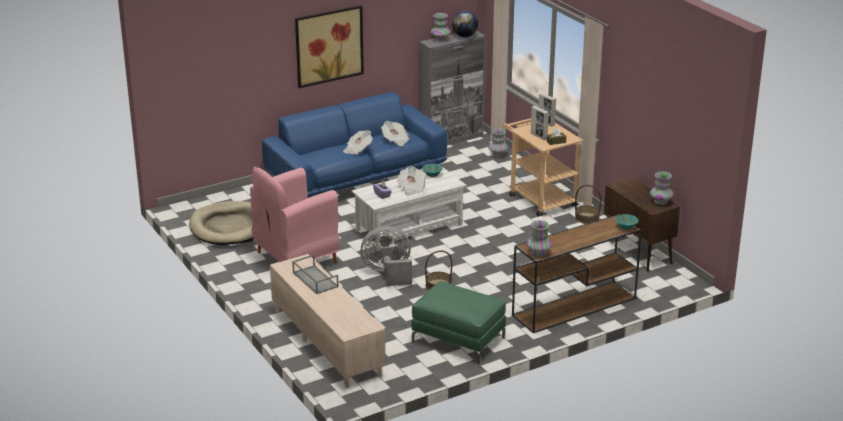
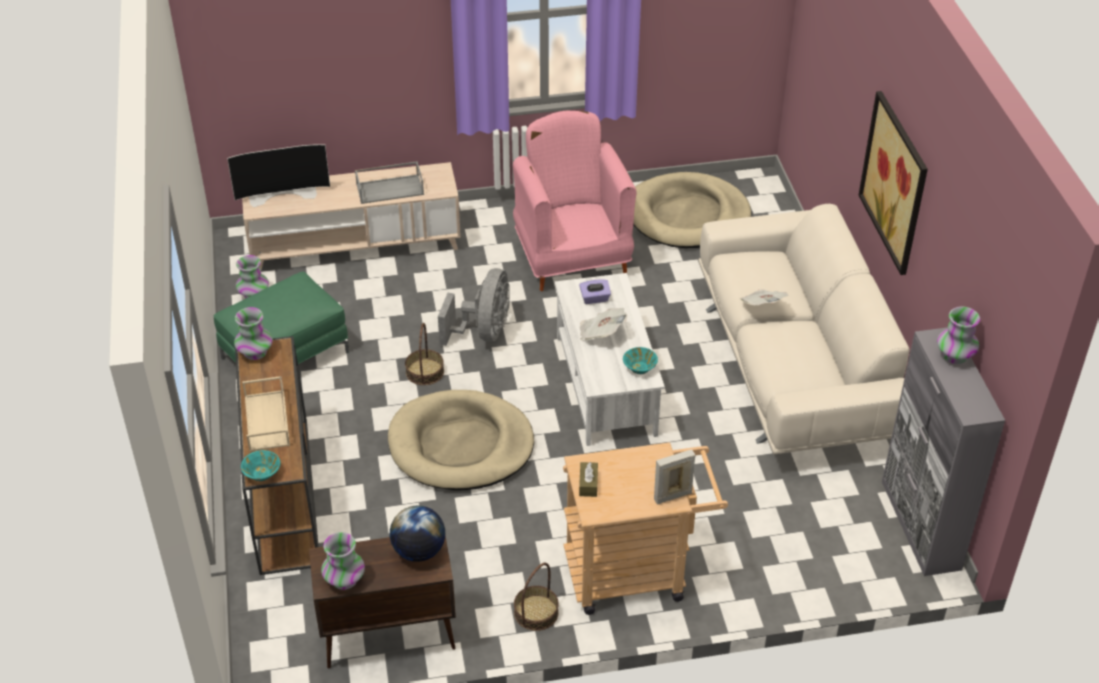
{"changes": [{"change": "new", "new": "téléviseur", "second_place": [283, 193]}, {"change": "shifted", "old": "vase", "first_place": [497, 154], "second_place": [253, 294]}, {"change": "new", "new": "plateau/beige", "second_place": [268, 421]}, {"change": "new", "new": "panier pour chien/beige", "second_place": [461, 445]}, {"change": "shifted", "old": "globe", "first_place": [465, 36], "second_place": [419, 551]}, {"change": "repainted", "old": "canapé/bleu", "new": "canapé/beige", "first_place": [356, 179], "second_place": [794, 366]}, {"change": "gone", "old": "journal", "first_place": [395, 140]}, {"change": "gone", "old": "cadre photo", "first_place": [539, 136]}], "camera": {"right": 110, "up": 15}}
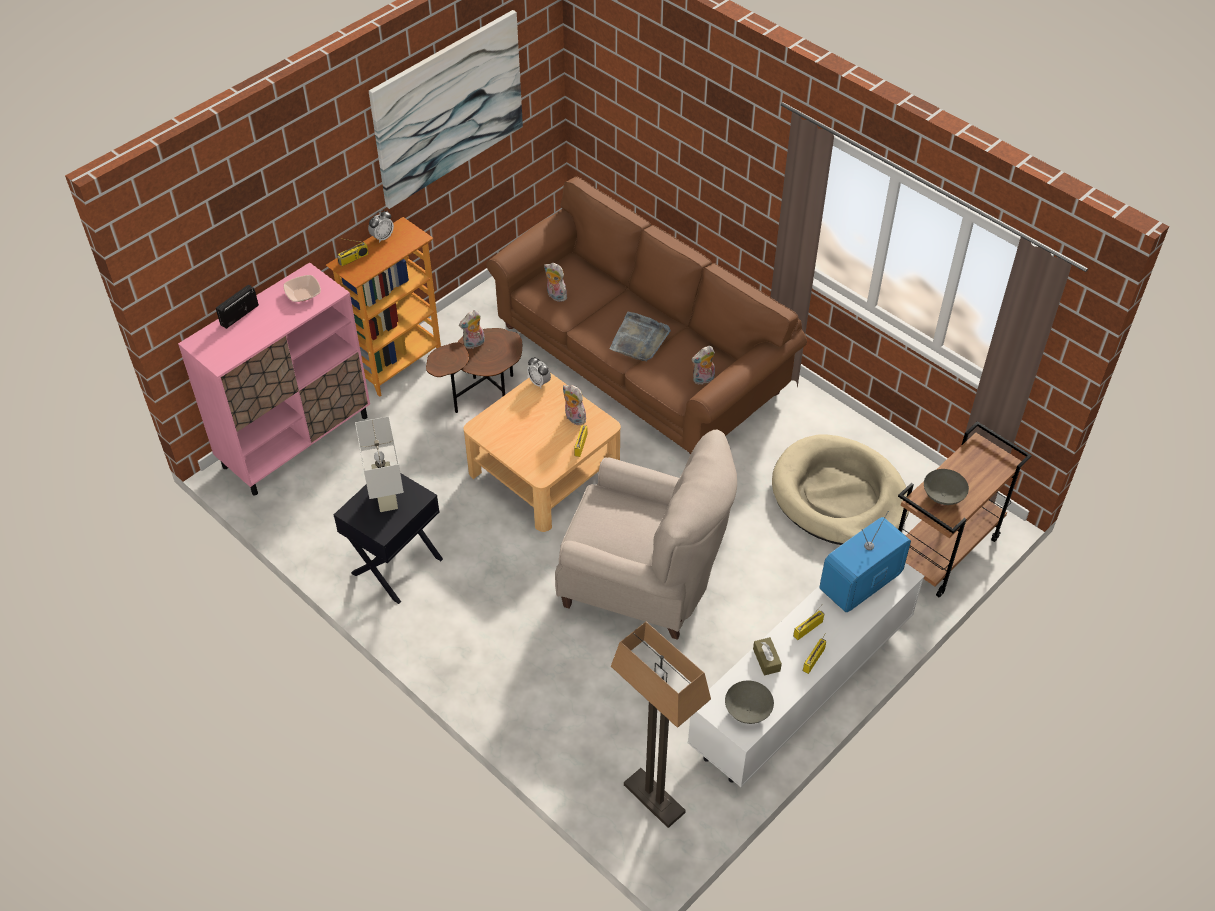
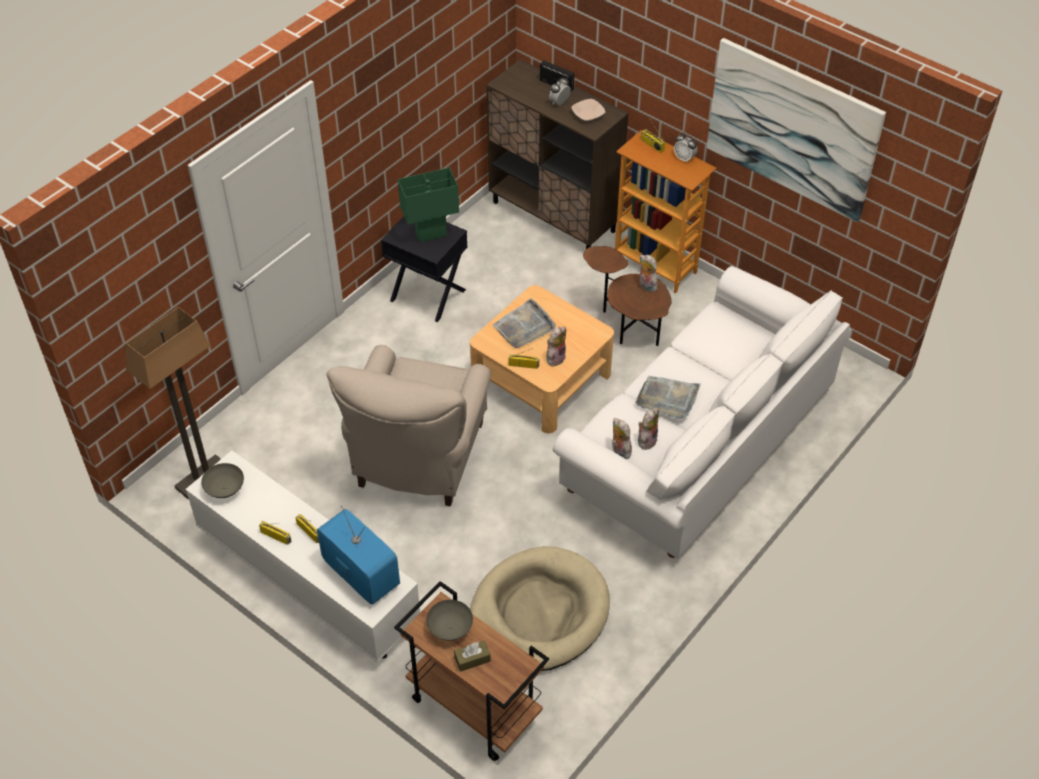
{"changes": [{"change": "repainted", "old": "lampe de table/blanc", "new": "lampe de table/vert", "first_place": [386, 497], "second_place": [431, 234]}, {"change": "shifted", "old": "boîte à mouchoirs/marron", "first_place": [766, 660], "second_place": [472, 659]}, {"change": "repainted", "old": "meuble de rangement/rose", "new": "meuble de rangement/marron", "first_place": [296, 441], "second_place": [554, 216]}, {"change": "new", "new": "plateau/gris", "second_place": [524, 327]}, {"change": "shifted", "old": "réveil", "first_place": [539, 382], "second_place": [559, 103]}, {"change": "repainted", "old": "canapé/marron", "new": "canapé/blanc", "first_place": [640, 360], "second_place": [697, 440]}, {"change": "shifted", "old": "peluche", "first_place": [555, 296], "second_place": [646, 440]}], "camera": {"right": 85, "up": 0}}
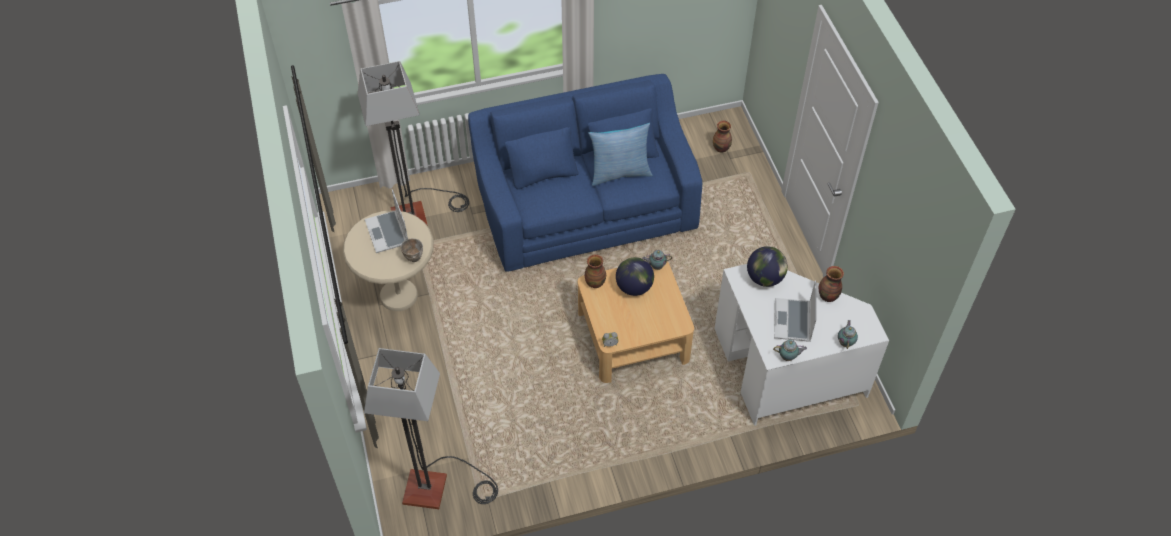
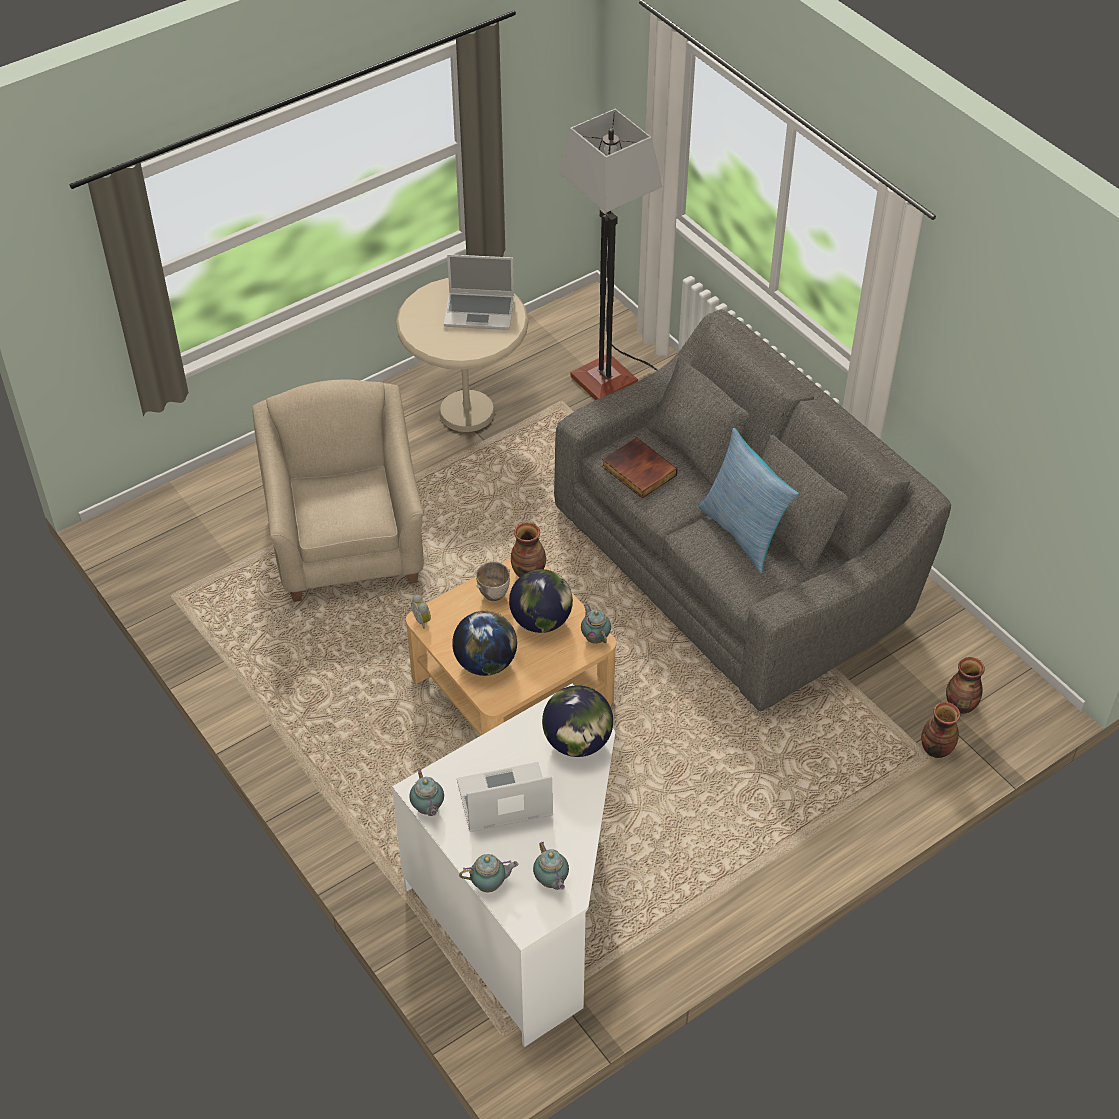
{"changes": [{"change": "new", "new": "fauteuil/beige", "second_place": [347, 543]}, {"change": "rotated", "old": "ordinateur portable", "first_place": [388, 233], "second_place": [480, 311], "degrees": -135}, {"change": "new", "new": "globe", "second_place": [485, 663]}, {"change": "shifted", "old": "bol", "first_place": [414, 257], "second_place": [495, 594]}, {"change": "new", "new": "théière", "second_place": [551, 882]}, {"change": "repainted", "old": "canapé/bleu", "new": "canapé/gris", "first_place": [585, 205], "second_place": [735, 562]}, {"change": "new", "new": "livre", "second_place": [637, 471]}, {"change": "shifted", "old": "vase", "first_place": [827, 296], "second_place": [935, 749]}, {"change": "gone", "old": "lampadaire", "first_place": [439, 488]}], "camera": {"right": 70, "up": -5}}
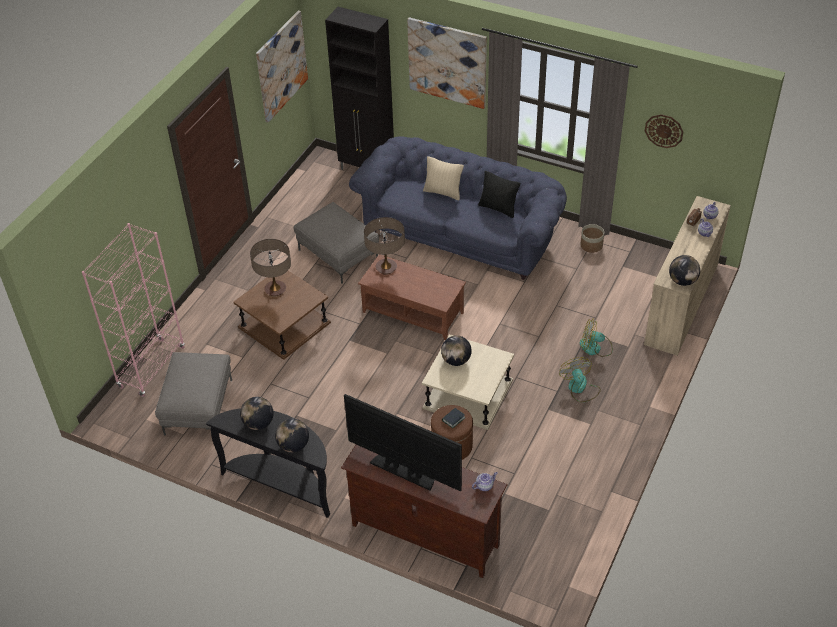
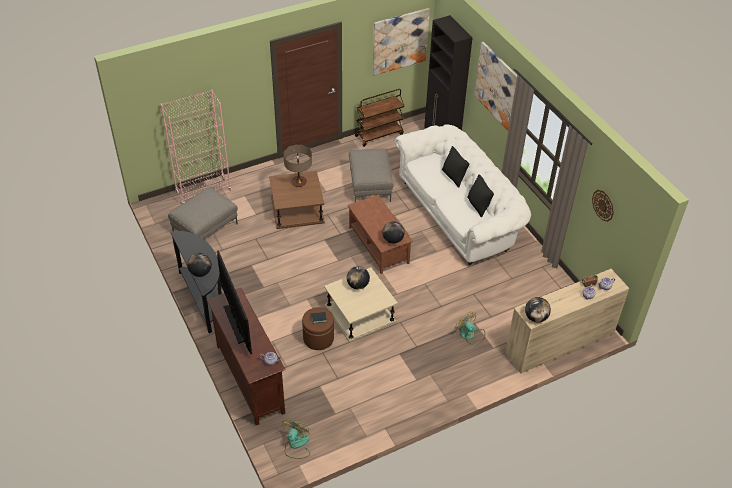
{"changes": [{"change": "shifted", "old": "ventilateur", "first_place": [580, 388], "second_place": [296, 445]}, {"change": "new", "new": "chariot/marron", "second_place": [379, 135]}, {"change": "shifted", "old": "globe", "first_place": [258, 423], "second_place": [393, 240]}, {"change": "repainted", "old": "canapé/bleu", "new": "canapé/blanc", "first_place": [461, 233], "second_place": [460, 213]}, {"change": "repainted", "old": "coussin/beige", "new": "coussin/noir", "first_place": [443, 192], "second_place": [453, 177]}, {"change": "gone", "old": "lampe de table", "first_place": [386, 268]}, {"change": "gone", "old": "cache-pot", "first_place": [591, 245]}], "camera": {"right": 35, "up": 0}}
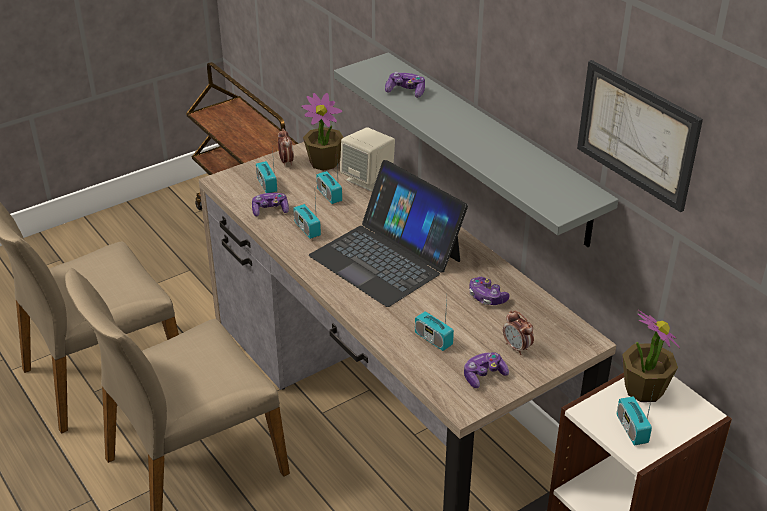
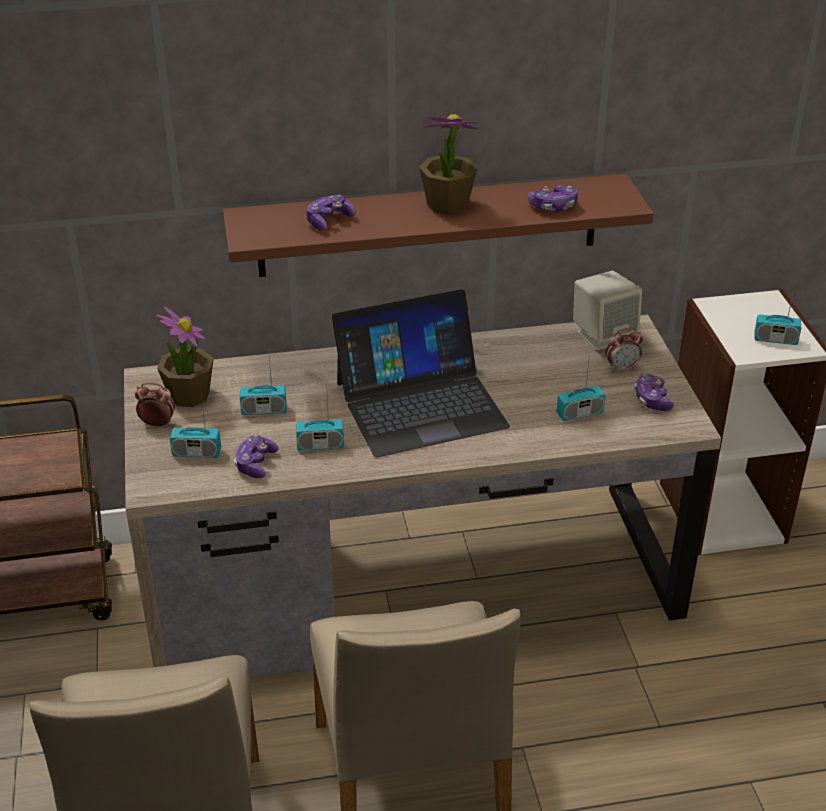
{"changes": [{"change": "repainted", "old": "étagère/gris", "new": "étagère/marron", "first_place": [489, 147], "second_place": [429, 225]}, {"change": "shifted", "old": "plante en pot", "first_place": [643, 389], "second_place": [447, 204]}, {"change": "shifted", "old": "manette", "first_place": [486, 297], "second_place": [553, 206]}, {"change": "shifted", "old": "enceinte/beige", "first_place": [368, 179], "second_place": [603, 335]}, {"change": "gone", "old": "tableau", "first_place": [637, 134]}], "camera": {"right": -65, "up": 0}}
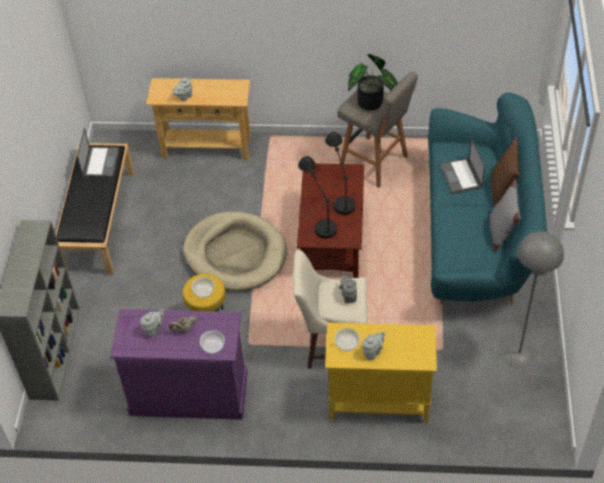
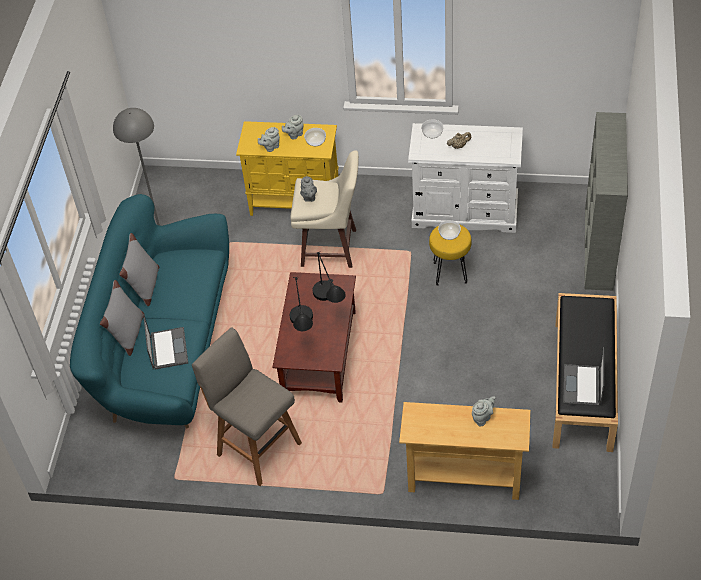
{"changes": [{"change": "repainted", "old": "coussin/marron", "new": "coussin/gris", "first_place": [502, 188], "second_place": [128, 335]}, {"change": "shifted", "old": "théière/gris", "first_place": [154, 329], "second_place": [270, 147]}, {"change": "repainted", "old": "commode/violet", "new": "commode/blanc", "first_place": [188, 393], "second_place": [465, 212]}, {"change": "gone", "old": "panier pour chien/beige", "first_place": [235, 254]}, {"change": "gone", "old": "plante en pot", "first_place": [371, 104]}], "camera": {"right": -175, "up": 0}}
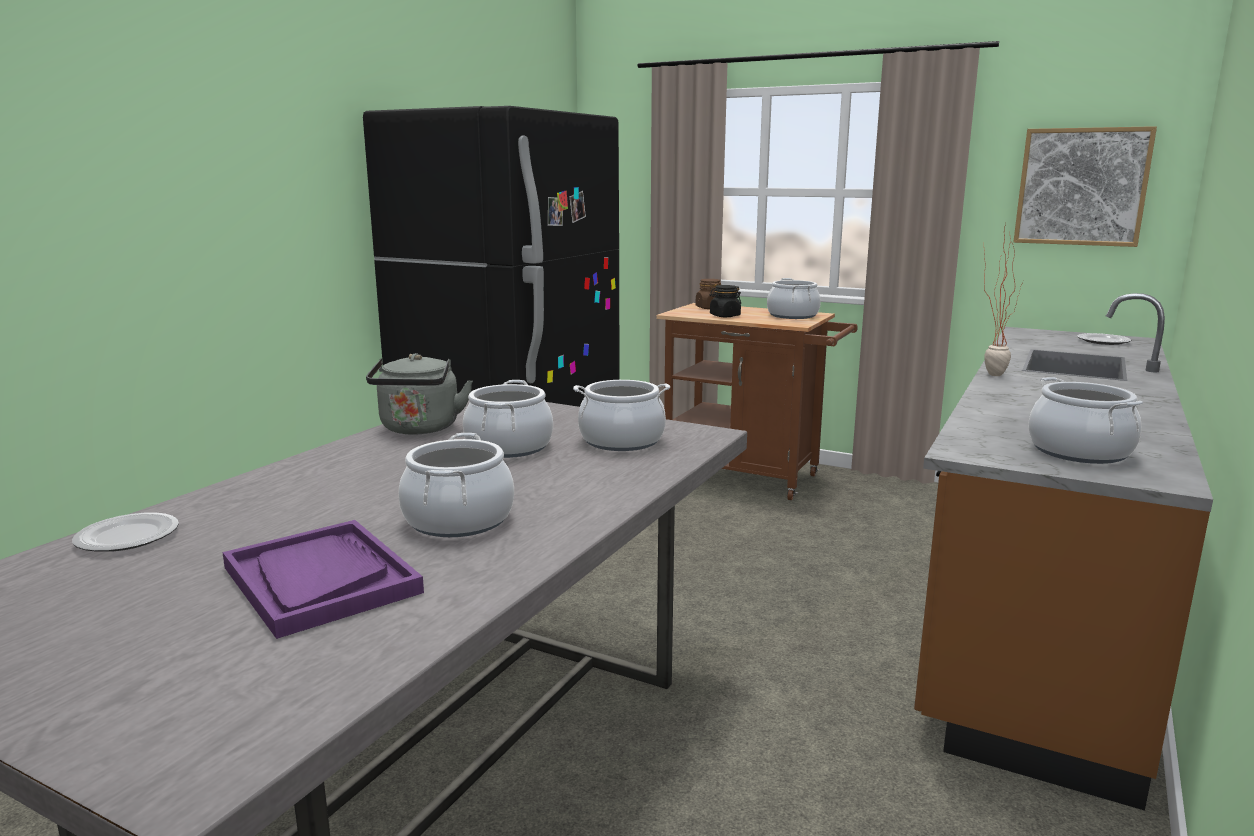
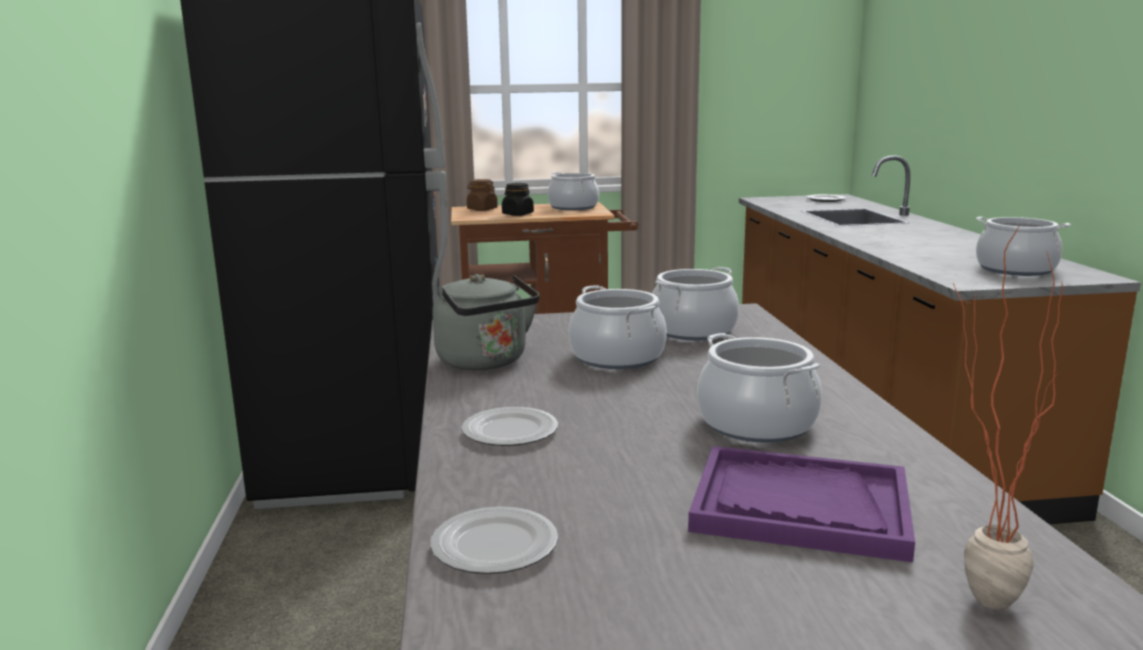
{"changes": [{"change": "new", "new": "assiette", "second_place": [511, 432]}, {"change": "shifted", "old": "plante en pot", "first_place": [989, 373], "second_place": [970, 596]}, {"change": "gone", "old": "tableau", "first_place": [1081, 187]}], "camera": {"right": -35, "up": 0}}
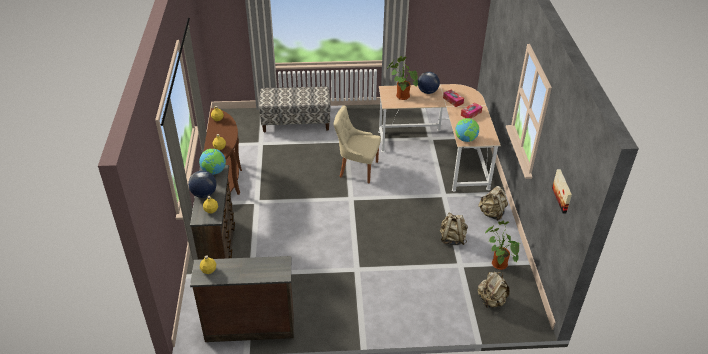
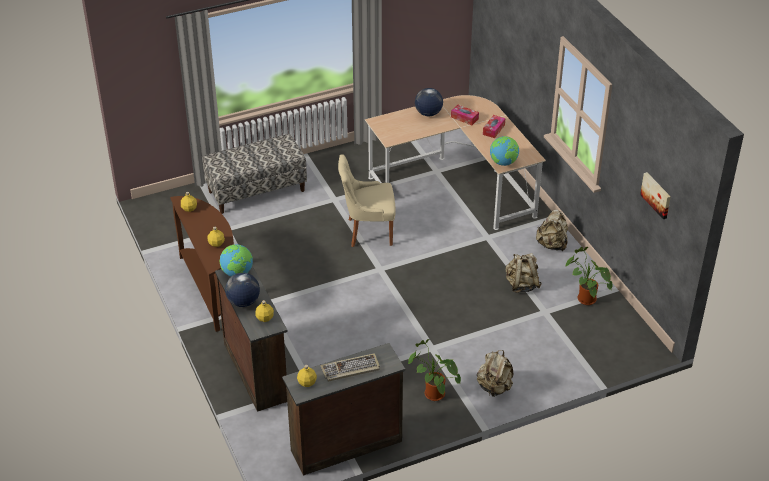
{"changes": [{"change": "new", "new": "clavier", "second_place": [350, 369]}, {"change": "shifted", "old": "plante en pot", "first_place": [401, 96], "second_place": [432, 394]}, {"change": "shifted", "old": "sac à dos/beige", "first_place": [491, 300], "second_place": [494, 387]}], "camera": {"right": -20, "up": 0}}
